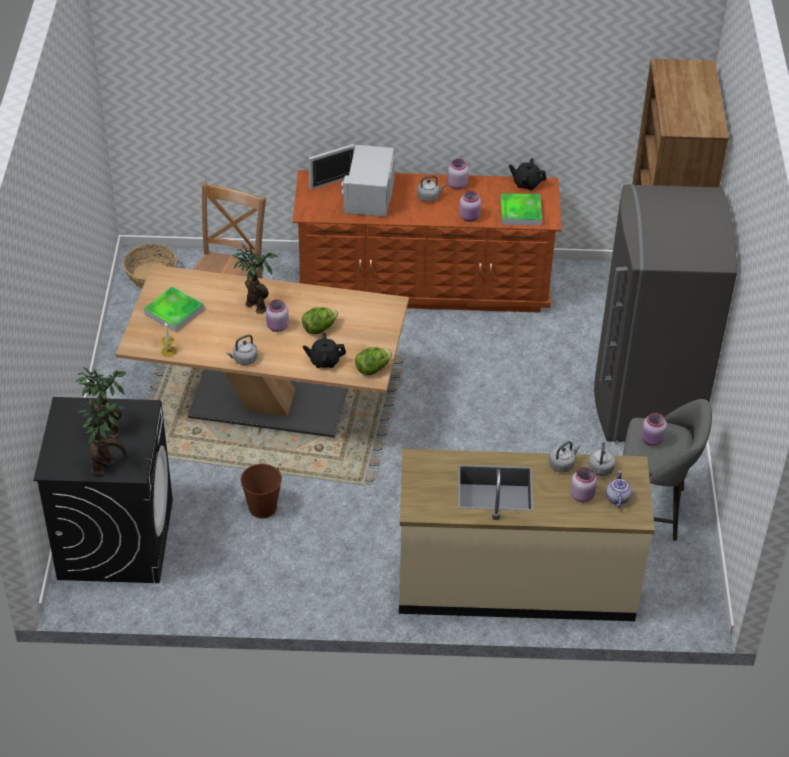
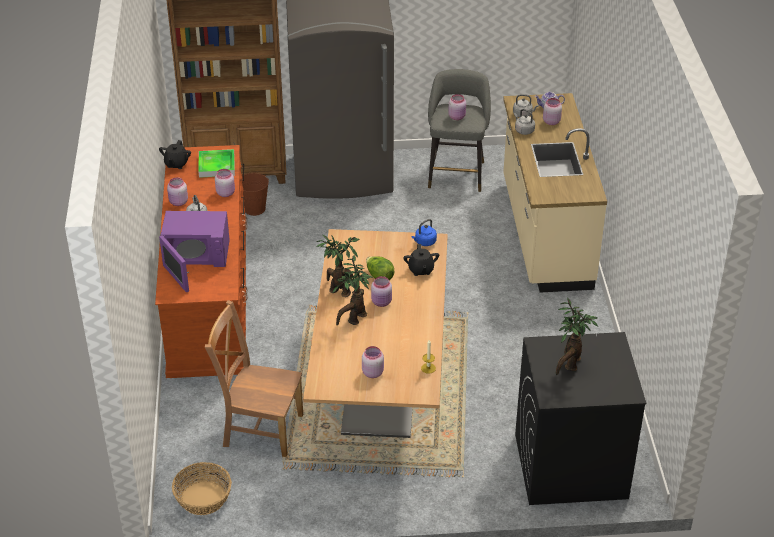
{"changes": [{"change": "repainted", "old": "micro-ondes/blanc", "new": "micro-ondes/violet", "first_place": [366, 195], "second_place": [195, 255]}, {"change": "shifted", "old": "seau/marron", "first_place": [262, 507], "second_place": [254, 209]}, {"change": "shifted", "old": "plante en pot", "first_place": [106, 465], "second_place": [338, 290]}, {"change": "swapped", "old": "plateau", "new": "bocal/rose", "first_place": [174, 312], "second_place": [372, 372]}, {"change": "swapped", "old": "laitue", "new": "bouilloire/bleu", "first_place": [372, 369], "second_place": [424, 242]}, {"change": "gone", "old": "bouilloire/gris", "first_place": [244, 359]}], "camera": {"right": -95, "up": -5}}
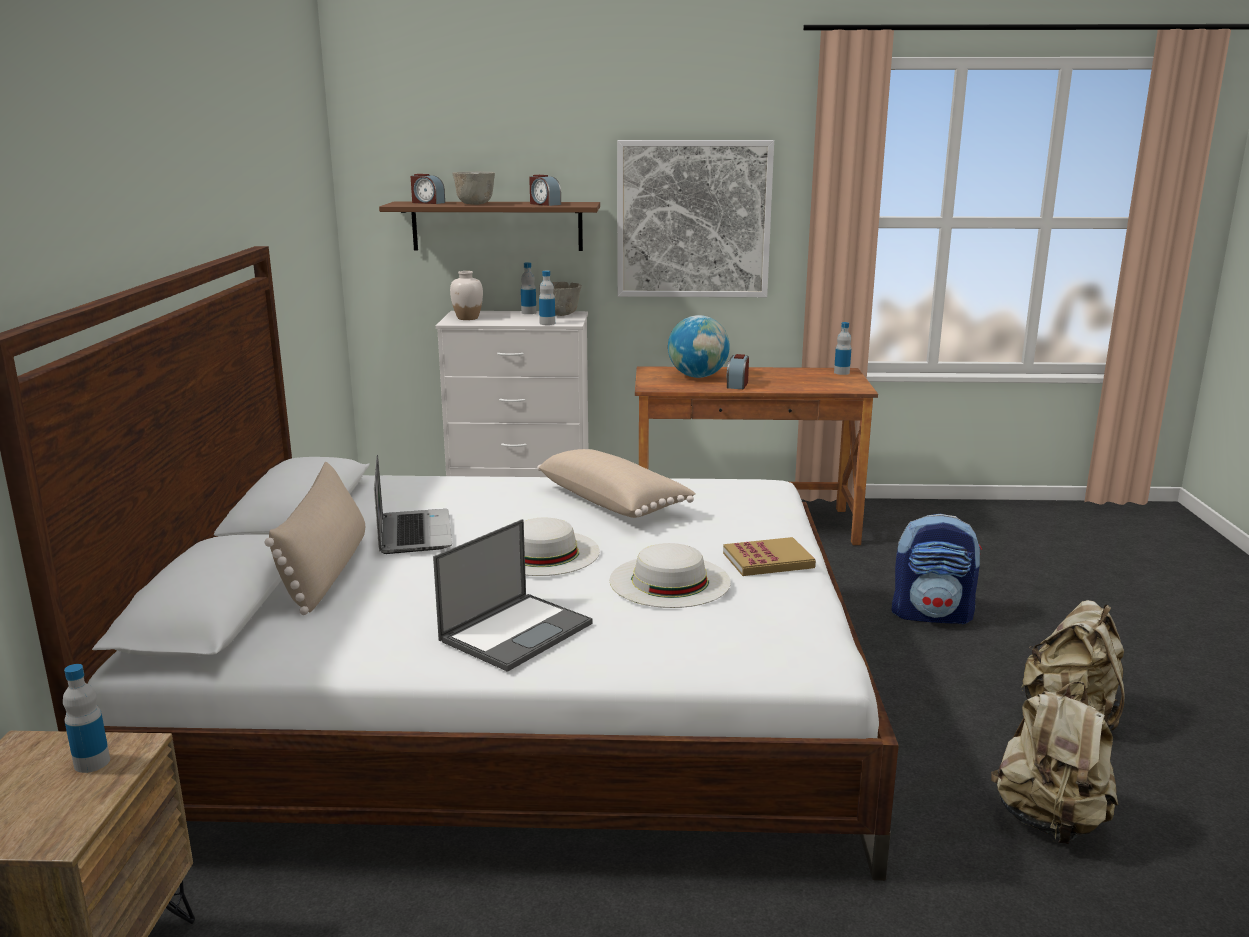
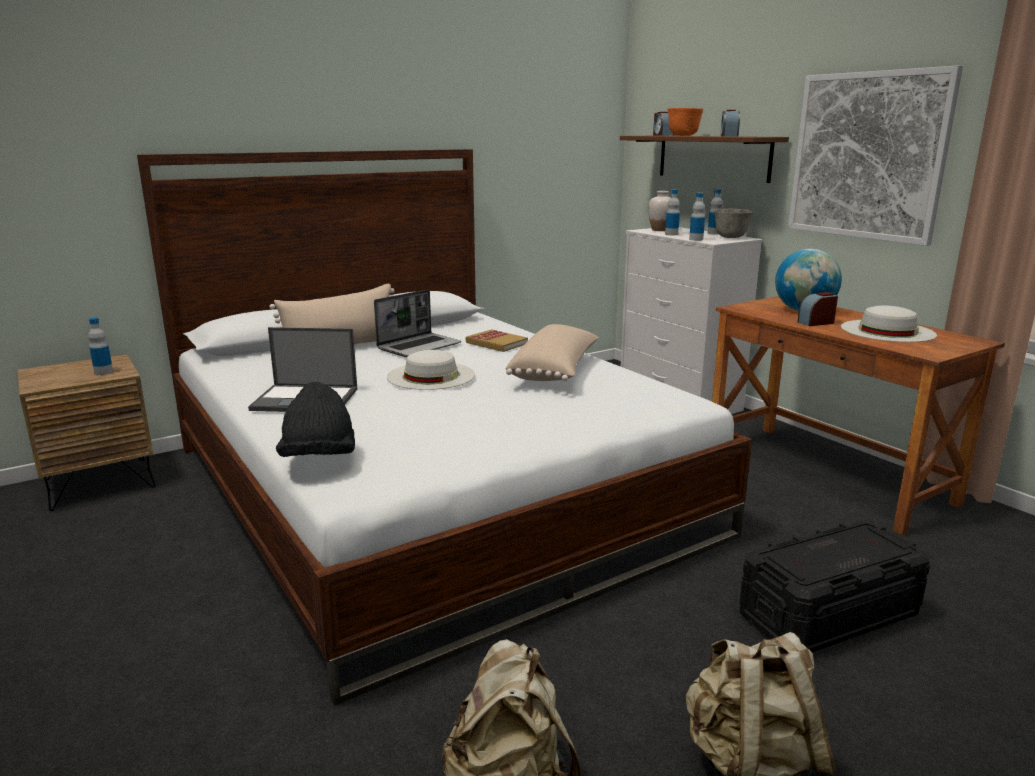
{"changes": [{"change": "new", "new": "chapeau/noir", "second_place": [319, 459]}, {"change": "shifted", "old": "livre", "first_place": [768, 560], "second_place": [496, 343]}, {"change": "shifted", "old": "bouteille", "first_place": [841, 372], "second_place": [671, 234]}, {"change": "repainted", "old": "bol/gris", "new": "bol/orange", "first_place": [474, 204], "second_place": [683, 135]}, {"change": "swapped", "old": "sac à dos", "new": "boîte de rangement/noir", "first_place": [932, 614], "second_place": [828, 614]}, {"change": "shifted", "old": "chapeau/blanc", "first_place": [670, 581], "second_place": [887, 331]}], "camera": {"right": 55, "up": 0}}
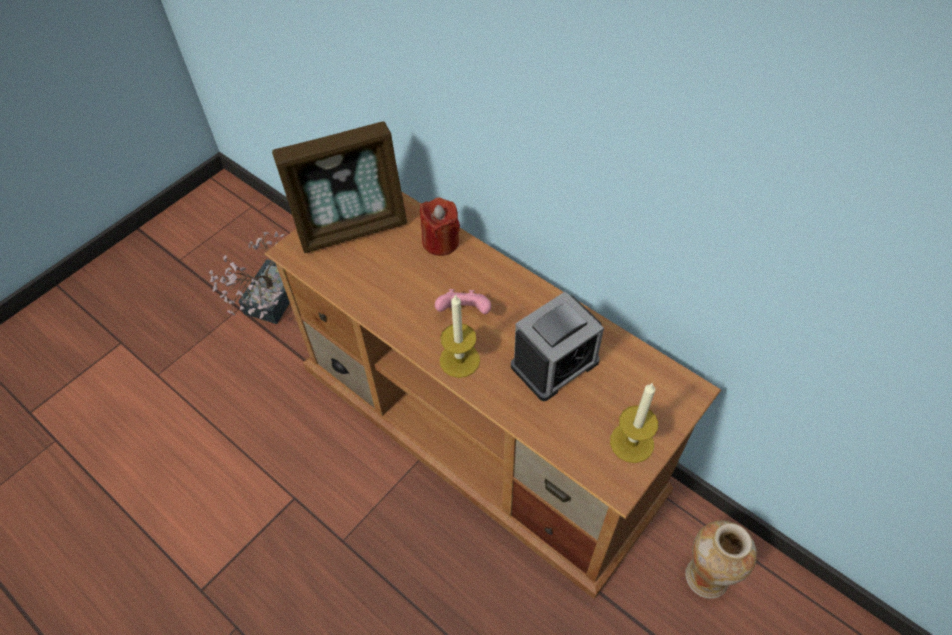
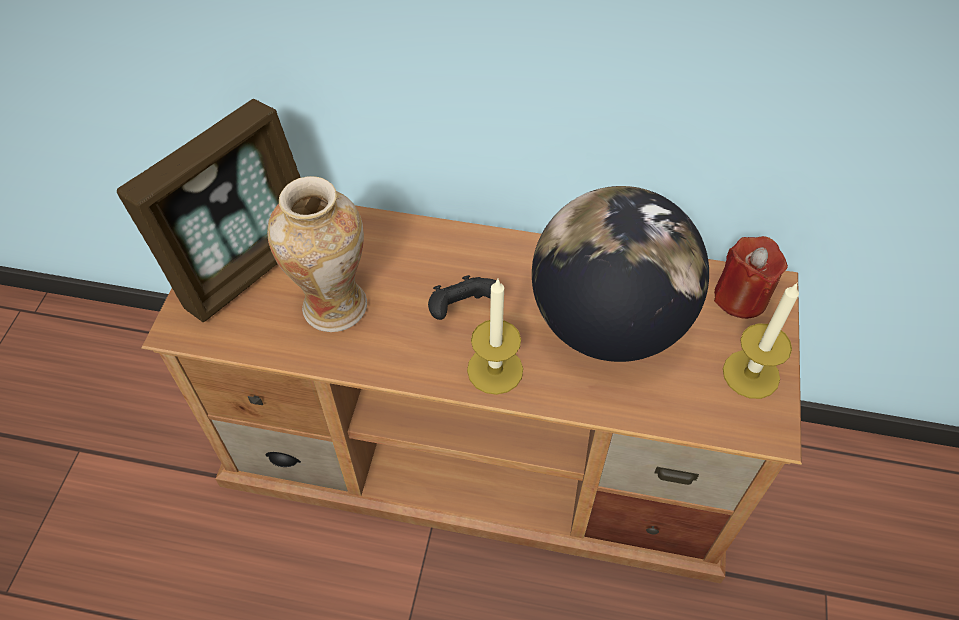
{"changes": [{"change": "shifted", "old": "vase", "first_place": [706, 576], "second_place": [334, 306]}, {"change": "repainted", "old": "manette/rose", "new": "manette/noir", "first_place": [464, 312], "second_place": [462, 310]}, {"change": "swapped", "old": "réveil", "new": "globe", "first_place": [554, 364], "second_place": [608, 324]}, {"change": "shifted", "old": "bougie/rouge", "first_place": [440, 242], "second_place": [741, 297]}, {"change": "gone", "old": "plante en pot", "first_place": [269, 303]}], "camera": {"right": -30, "up": 0}}
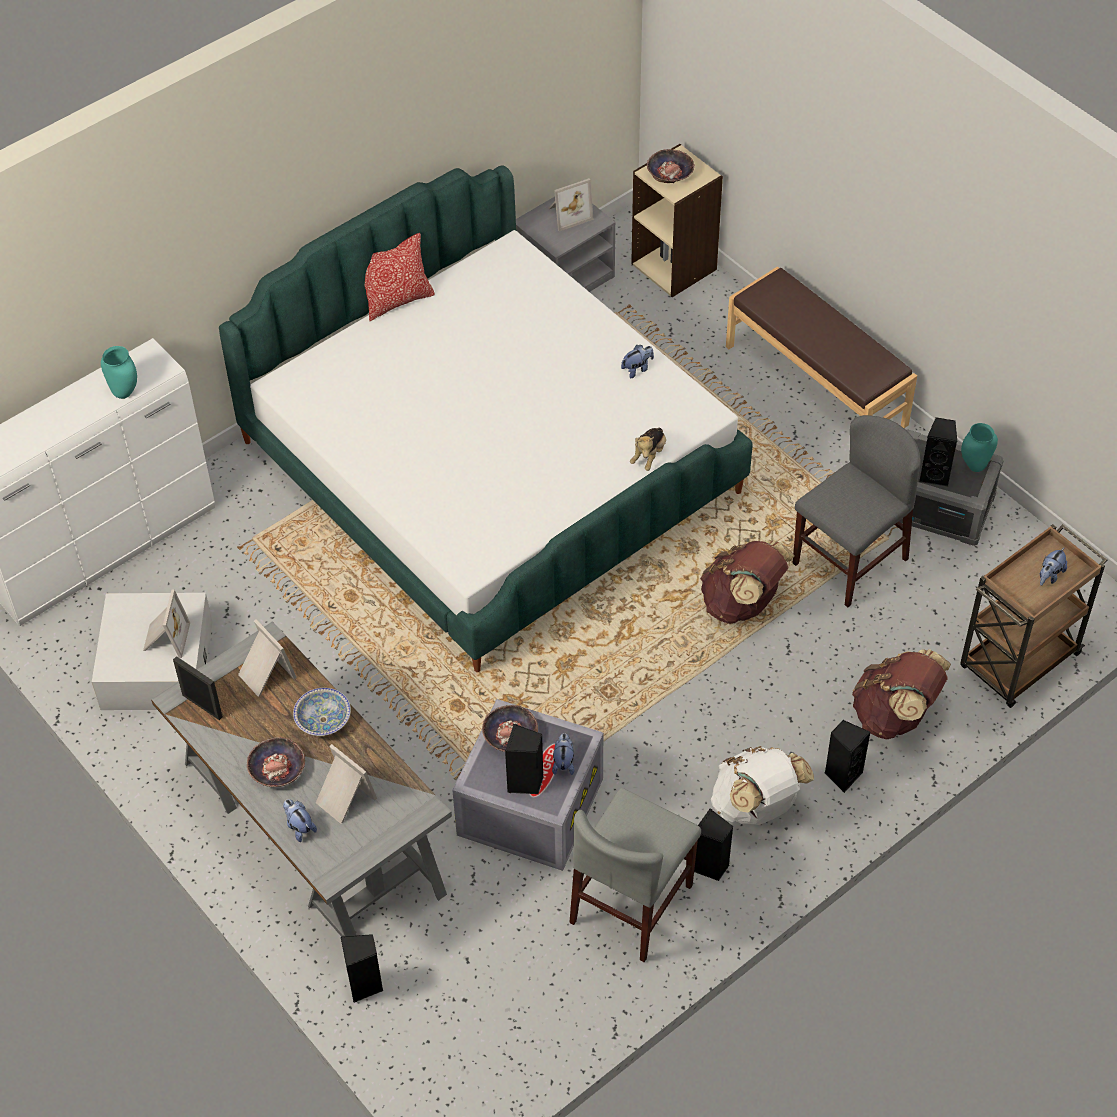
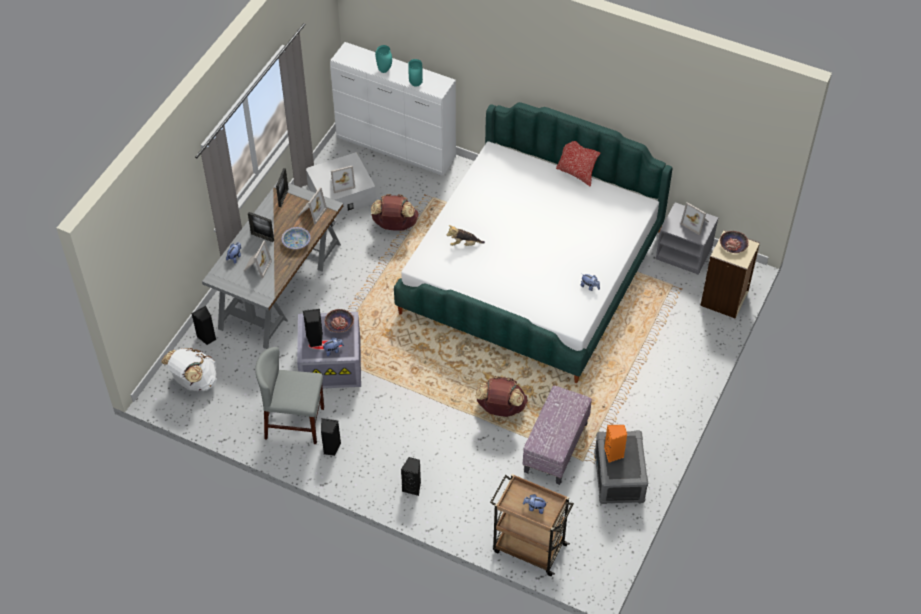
{"changes": [{"change": "shifted", "old": "sac à dos/blanc", "first_place": [756, 807], "second_place": [194, 381]}, {"change": "swapped", "old": "bol", "new": "cadre photo", "first_place": [277, 768], "second_place": [262, 237]}, {"change": "shifted", "old": "sac à dos/marron", "first_place": [895, 716], "second_place": [395, 225]}, {"change": "shifted", "old": "vase/turquoise", "first_place": [974, 467], "second_place": [384, 70]}, {"change": "shifted", "old": "peluche", "first_place": [649, 455], "second_place": [464, 244]}, {"change": "swapped", "old": "chaise/gris", "new": "pouf", "first_place": [849, 561], "second_place": [556, 447]}, {"change": "repainted", "old": "enceinte/noir", "new": "enceinte/orange", "first_place": [935, 475], "second_place": [614, 454]}, {"change": "gone", "old": "banc/marron", "first_place": [816, 385]}], "camera": {"right": 65, "up": 0}}
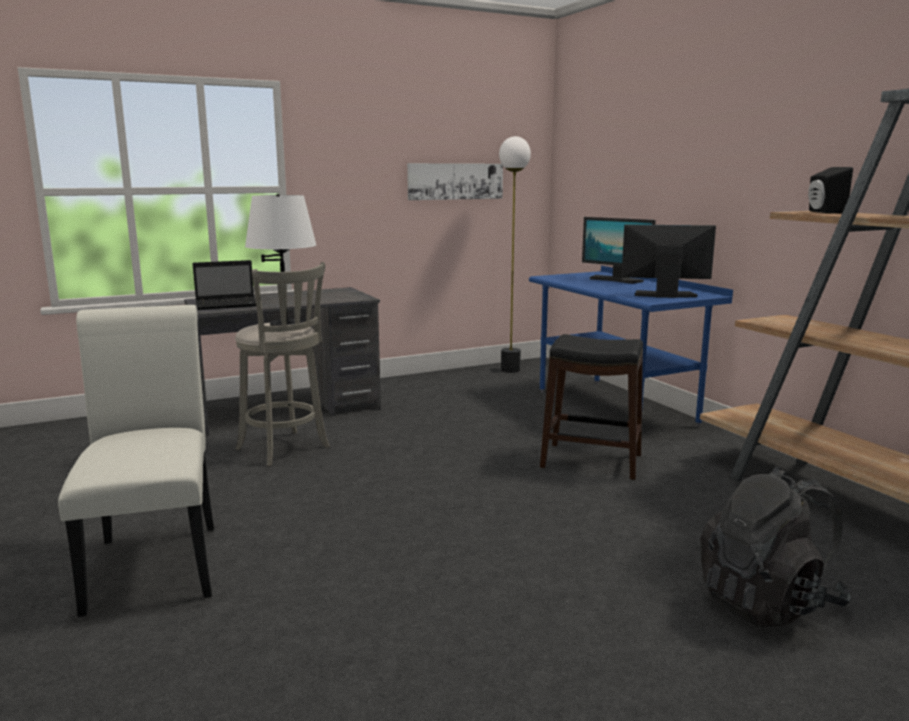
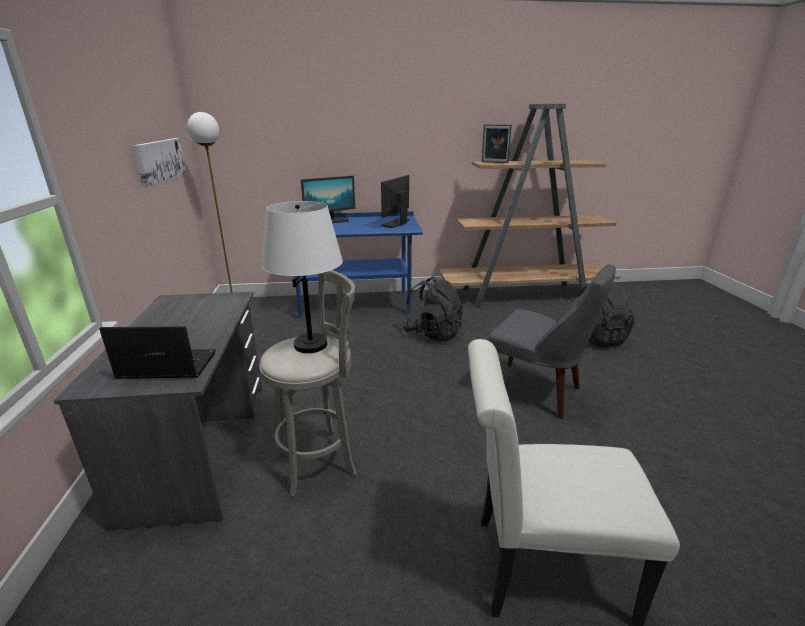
{"changes": [{"change": "rotated", "old": "ordinateur portable", "first_place": [228, 305], "second_place": [165, 366], "degrees": -90}, {"change": "swapped", "old": "tabouret/noir", "new": "sac à dos/noir", "first_place": [591, 460], "second_place": [433, 333]}, {"change": "swapped", "old": "enceinte/noir", "new": "cadre photo", "first_place": [823, 212], "second_place": [494, 162]}, {"change": "new", "new": "chaise/gris", "second_place": [537, 391]}], "camera": {"right": -70, "up": 10}}
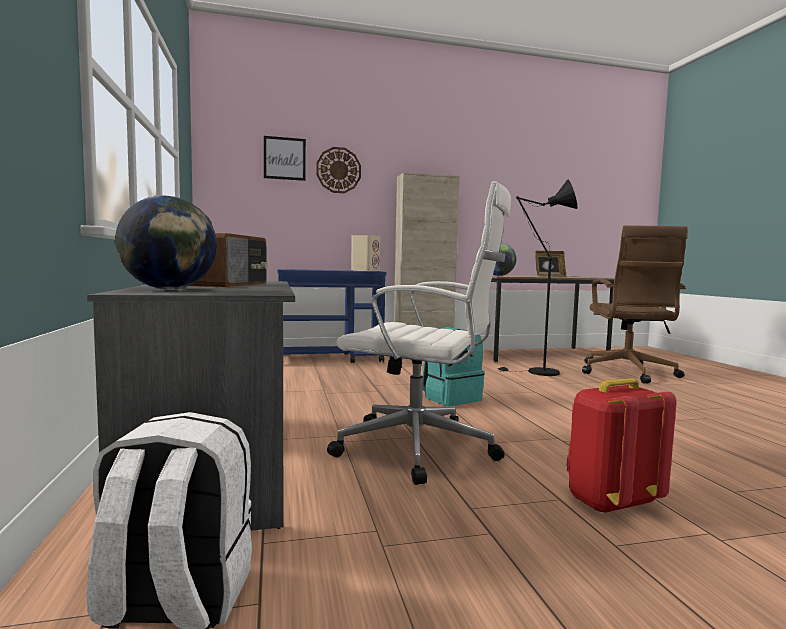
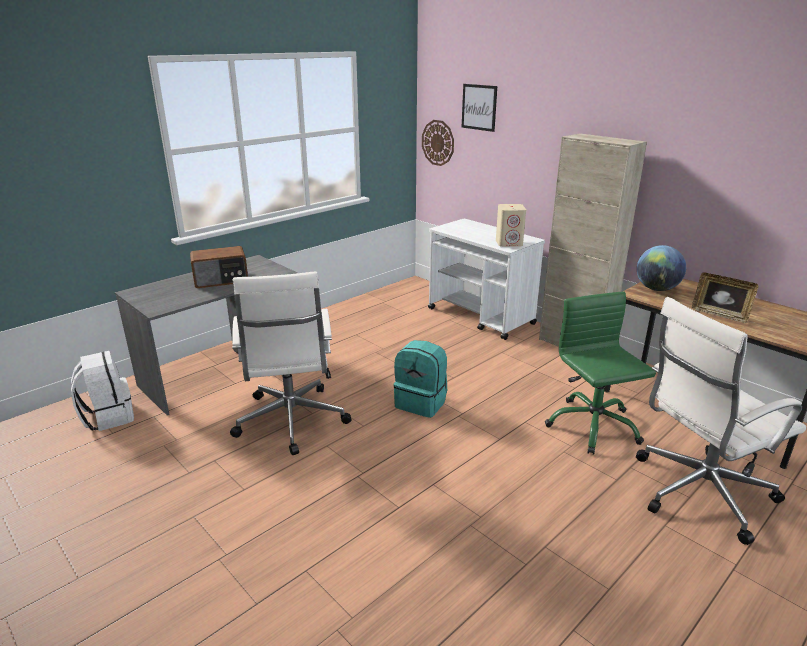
{"changes": [{"change": "shifted", "old": "horloge murale", "first_place": [338, 170], "second_place": [438, 143]}, {"change": "repainted", "old": "chariot/bleu", "new": "chariot/blanc", "first_place": [330, 358], "second_place": [481, 316]}, {"change": "swapped", "old": "lampadaire/noir", "new": "chaise de bureau/vert", "first_place": [537, 372], "second_place": [592, 426]}, {"change": "repainted", "old": "chaise de bureau/marron", "new": "chaise de bureau/blanc", "first_place": [627, 373], "second_place": [698, 492]}, {"change": "gone", "old": "globe", "first_place": [169, 290]}, {"change": "gone", "old": "sac à dos/rouge", "first_place": [610, 502]}], "camera": {"right": 60, "up": 20}}
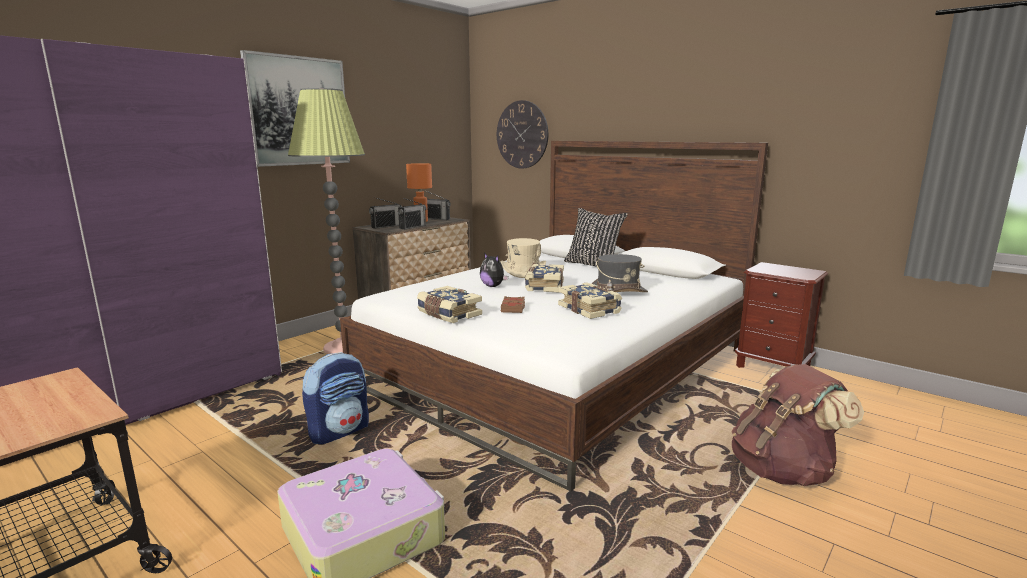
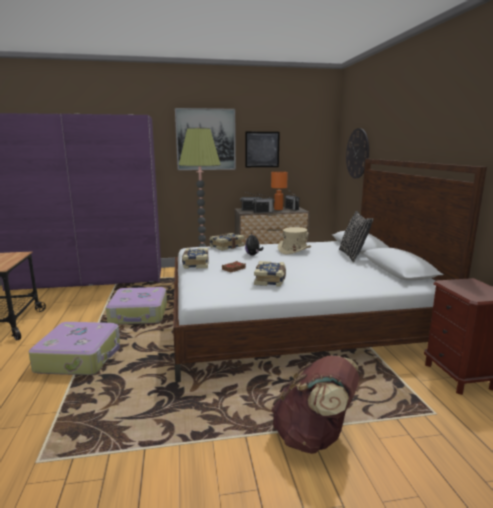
{"changes": [{"change": "swapped", "old": "sac à dos", "new": "valise", "first_place": [340, 431], "second_place": [139, 314]}, {"change": "shifted", "old": "livre", "first_place": [543, 286], "second_place": [226, 246]}, {"change": "new", "new": "tableau", "second_place": [262, 149]}, {"change": "gone", "old": "chapeau/gris", "first_place": [617, 292]}], "camera": {"right": 40, "up": 0}}
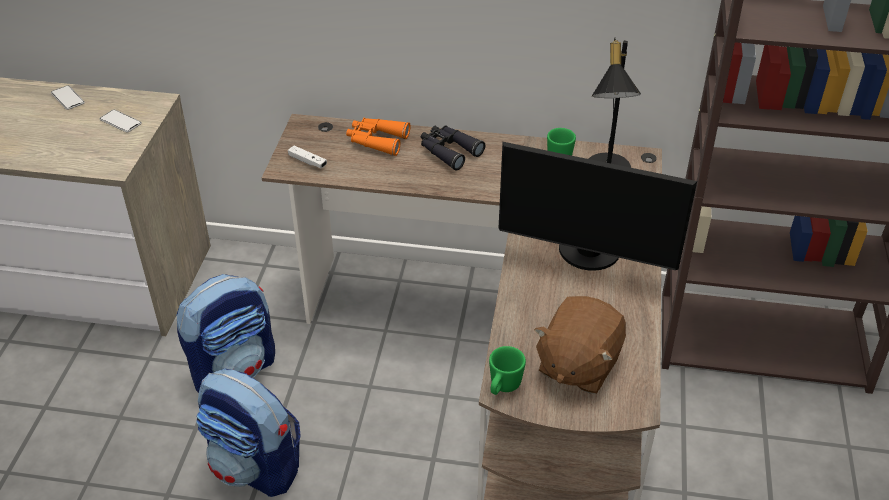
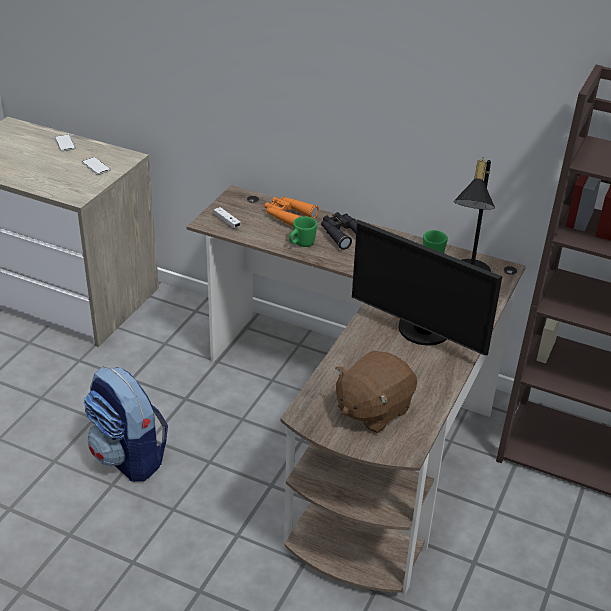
{"changes": [{"change": "shifted", "old": "mug/vert", "first_place": [503, 387], "second_place": [301, 244]}, {"change": "gone", "old": "sac à dos", "first_place": [234, 368]}], "camera": {"right": 15, "up": -5}}
